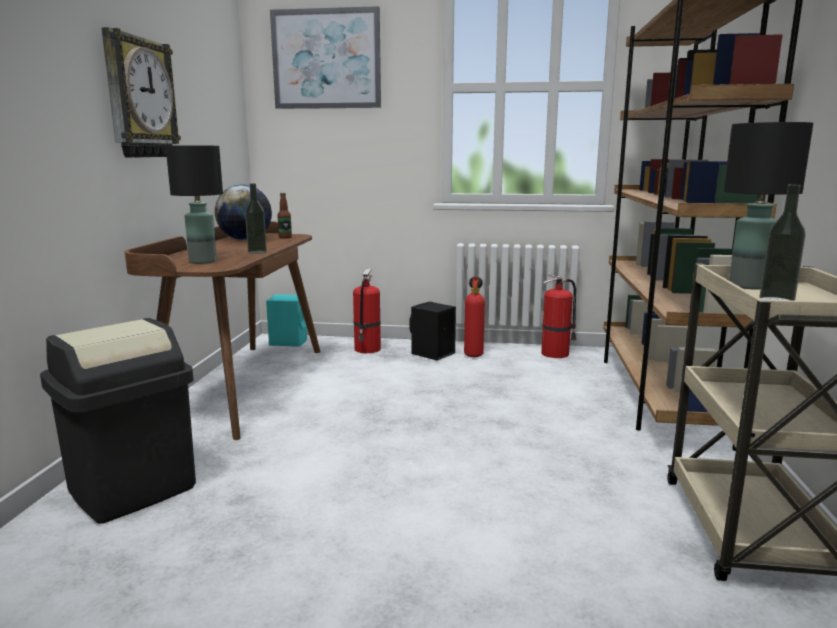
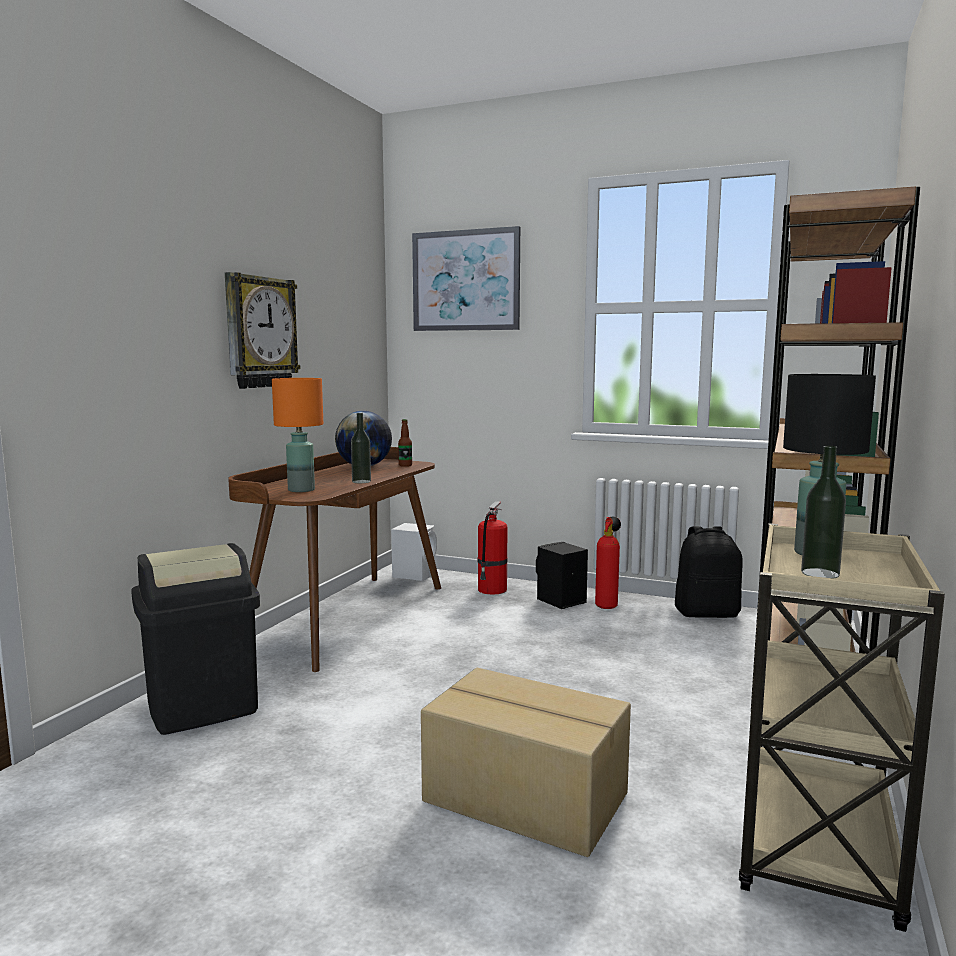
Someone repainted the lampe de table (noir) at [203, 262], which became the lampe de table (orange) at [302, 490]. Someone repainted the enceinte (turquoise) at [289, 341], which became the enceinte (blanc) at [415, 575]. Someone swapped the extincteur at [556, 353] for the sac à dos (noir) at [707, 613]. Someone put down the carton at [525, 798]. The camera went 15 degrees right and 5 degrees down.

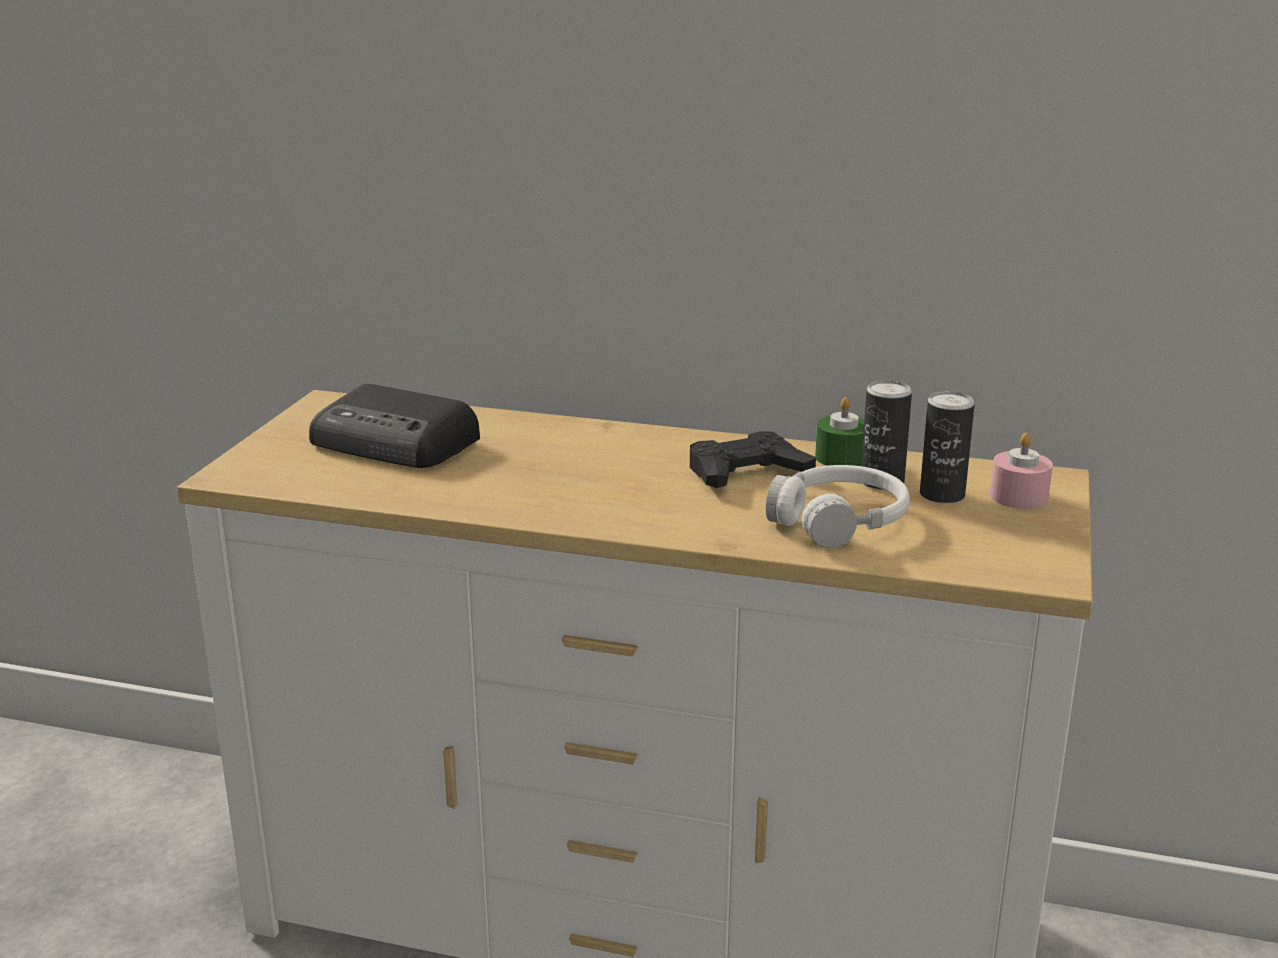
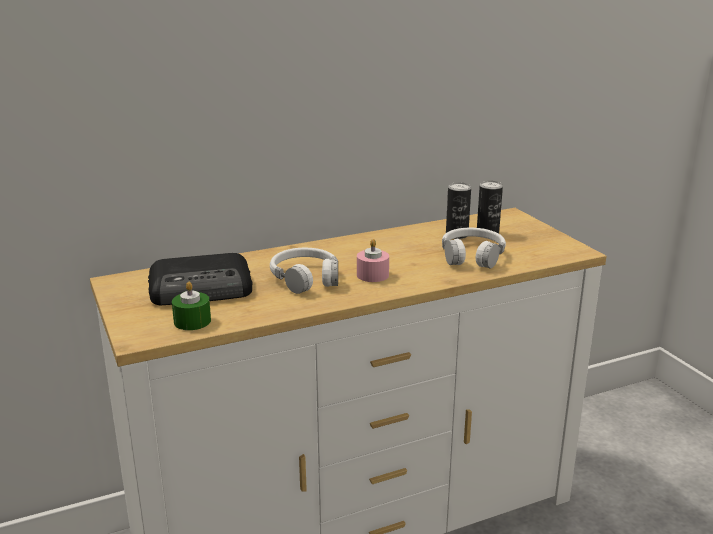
Someone took away the manette (noir) at [746, 472]. Someone carried the bougie (vert) from [841, 457] to [192, 321]. Someone carried the bougie (rose) from [1018, 496] to [372, 275]. Someone put down the casque audio (blanc) at [306, 278]. The camera went 40 degrees left and 0 degrees up.

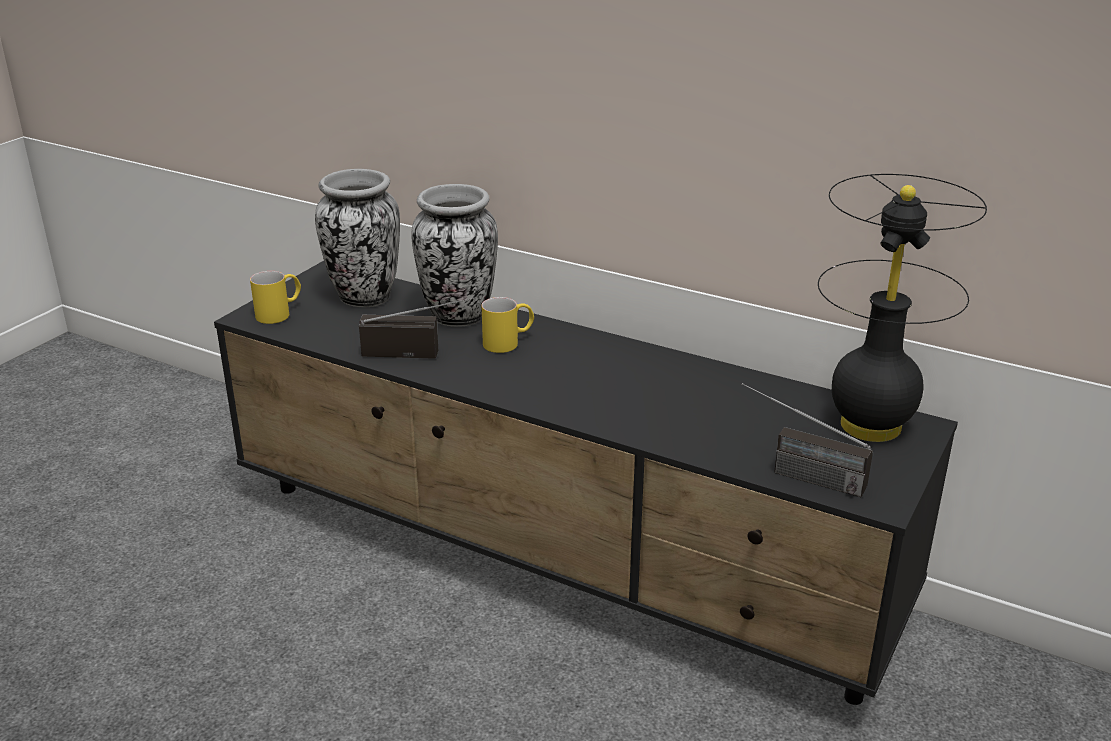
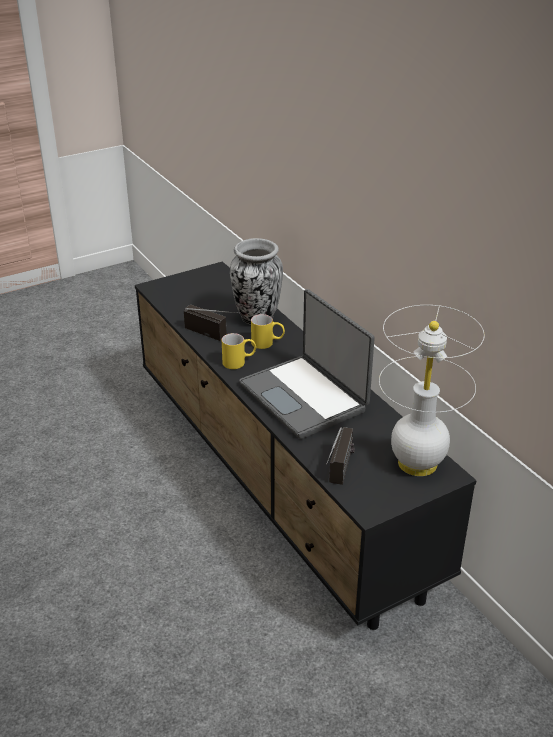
Someone carried the mug (jaune) from [280, 313] to [239, 362]. Someone took away the vase at [364, 298]. Someone rotated the radio at [796, 474] by 135 degrees counterclockwise. Someone repainted the lampe de table (noir) at [869, 426], which became the lampe de table (blanc) at [416, 463]. Someone put down the ordinateur portable at [305, 397]. The camera went 30 degrees right and 5 degrees up.

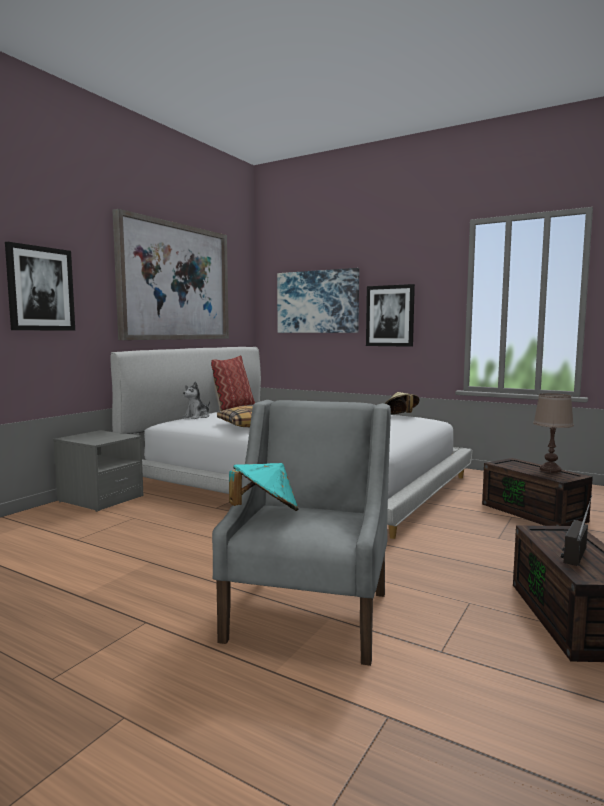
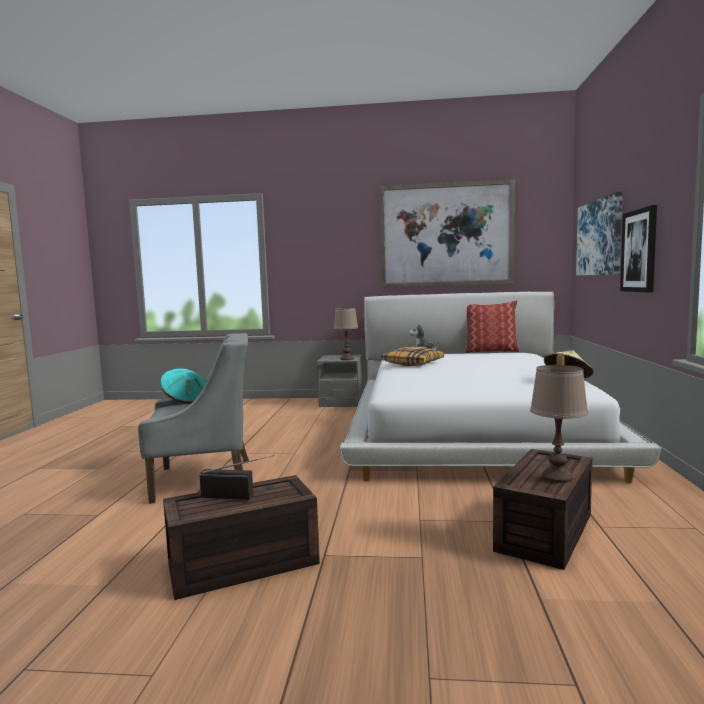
Someone took away the tableau at [40, 289]. Someone put down the lampe de table (marron) at [346, 359]. The camera went 65 degrees right and 0 degrees up.

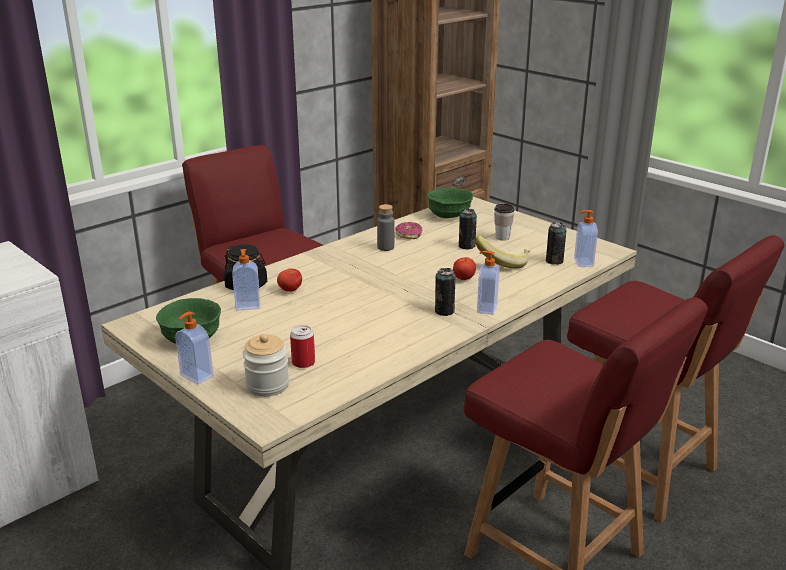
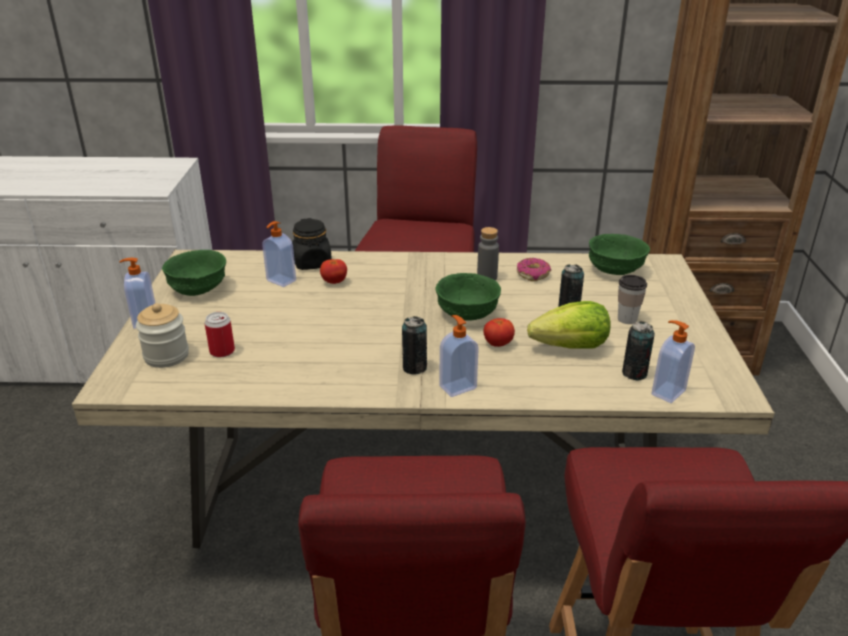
Someone swapped the banane at [503, 263] for the laitue at [571, 347]. Someone put down the bol (vert) at [466, 314]. The camera went 45 degrees right and 5 degrees up.

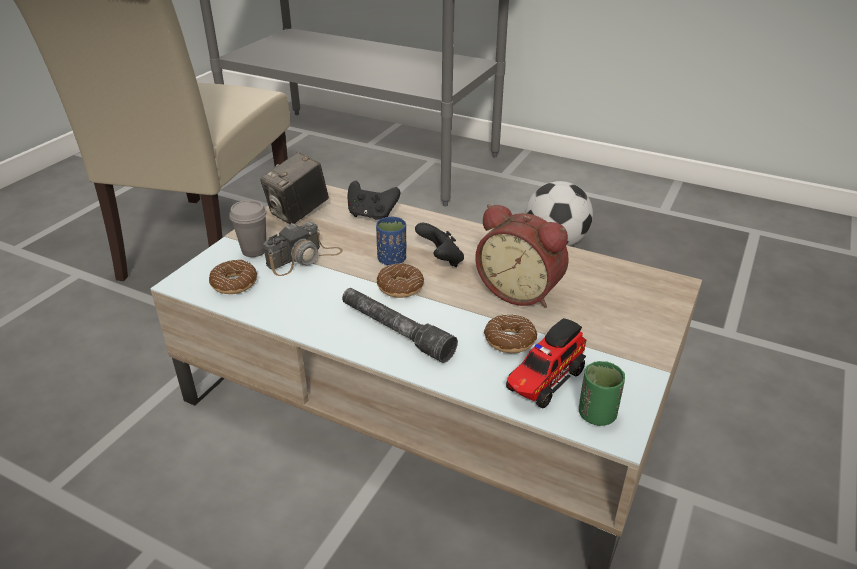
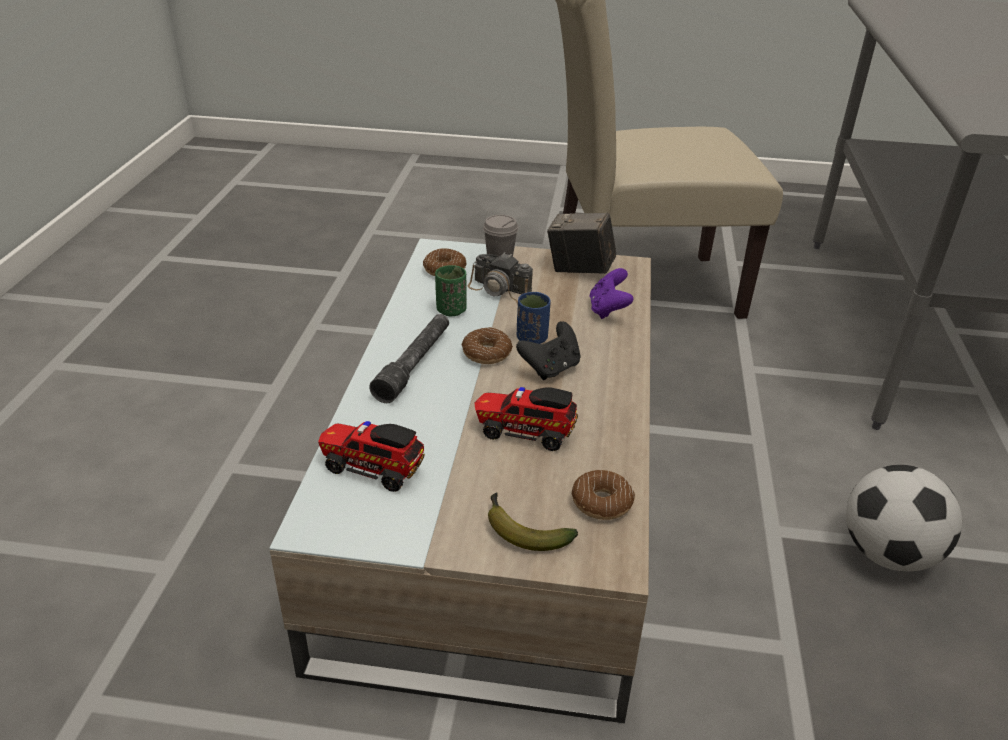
Someone repainted the manette (noir) at [372, 215], which became the manette (violet) at [608, 310]. Someone swapped the réveil at [520, 291] for the camion jouet at [523, 431]. Someone carried the beignet from [510, 340] to [601, 502]. Someone carried the tasse (vert) from [596, 415] to [451, 310]. Someone put down the banane at [523, 530]. The camera went 70 degrees right and 0 degrees up.

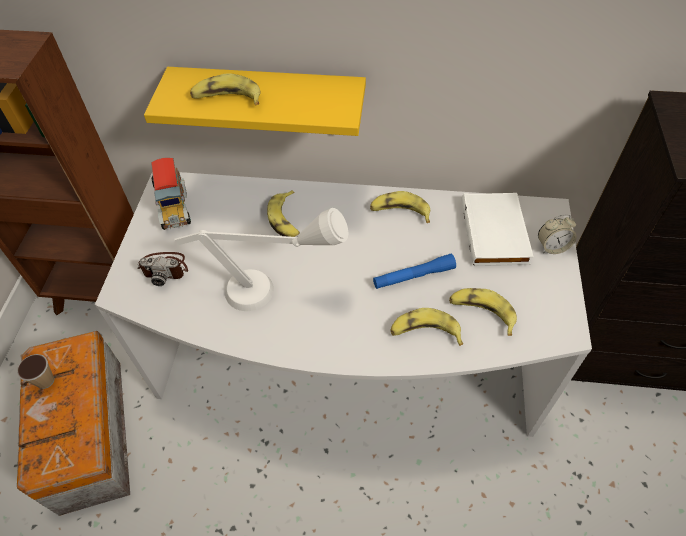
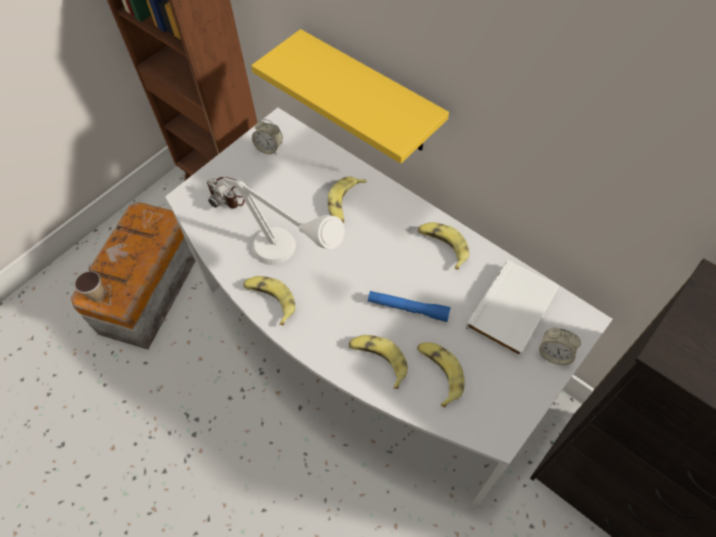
Someone carried the tasse from [46, 381] to [98, 295]. Someone swapped the camion jouet at [174, 208] for the réveil at [269, 148]. Someone carried the banane from [227, 98] to [270, 300]. The camera went 35 degrees right and 5 degrees up.

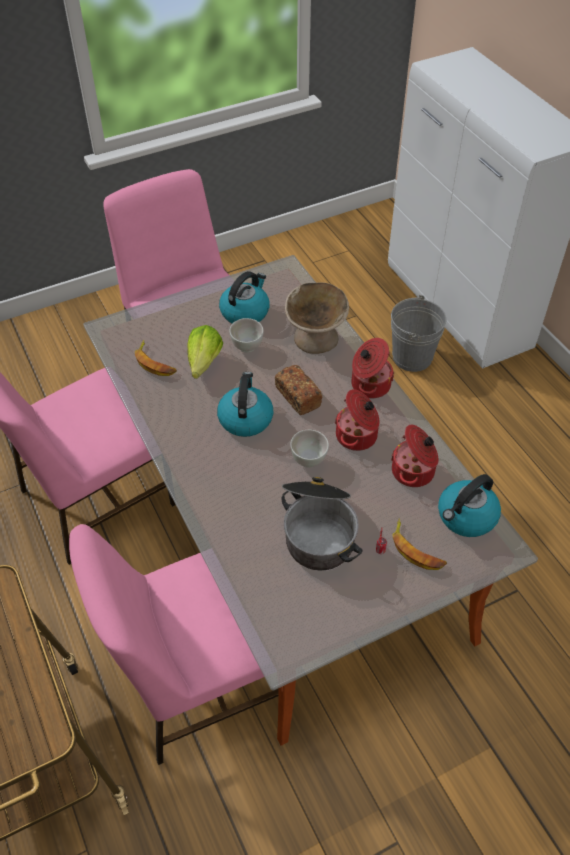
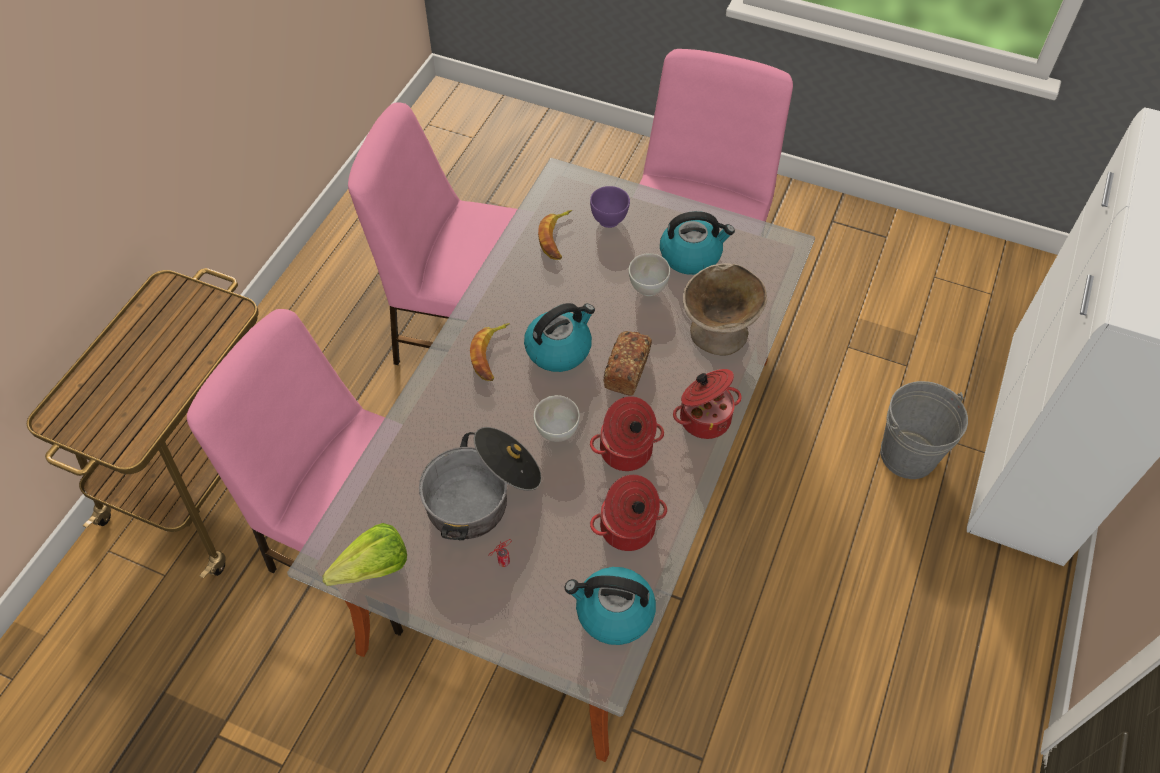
Someone carried the laitue from [201, 367] to [366, 570]. Someone carried the banane from [416, 550] to [490, 355]. Someone put down the bol (violet) at [609, 220]. The camera went 50 degrees right and 5 degrees up.

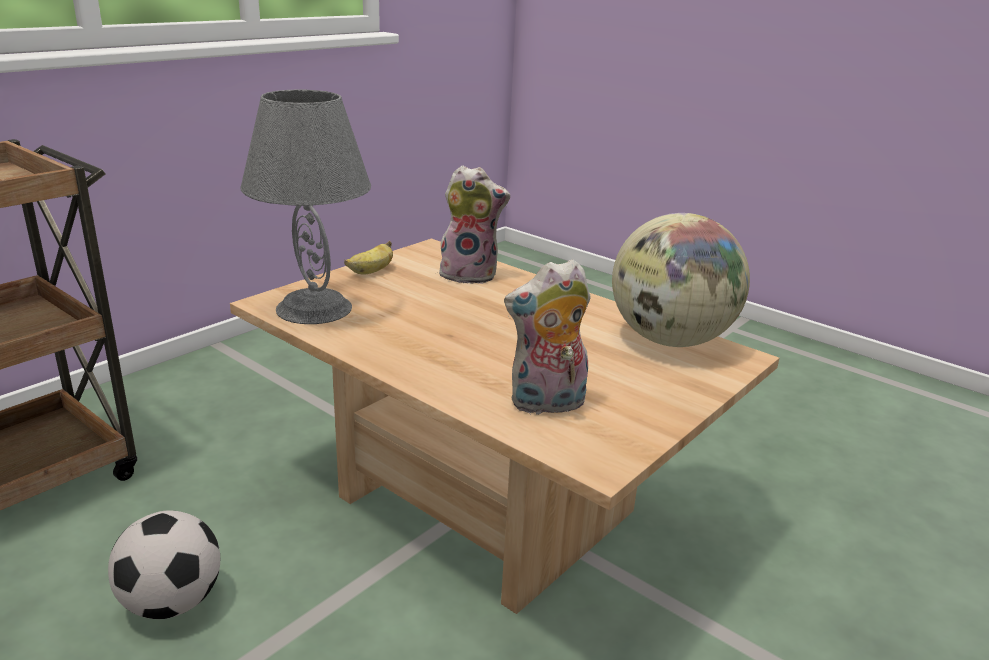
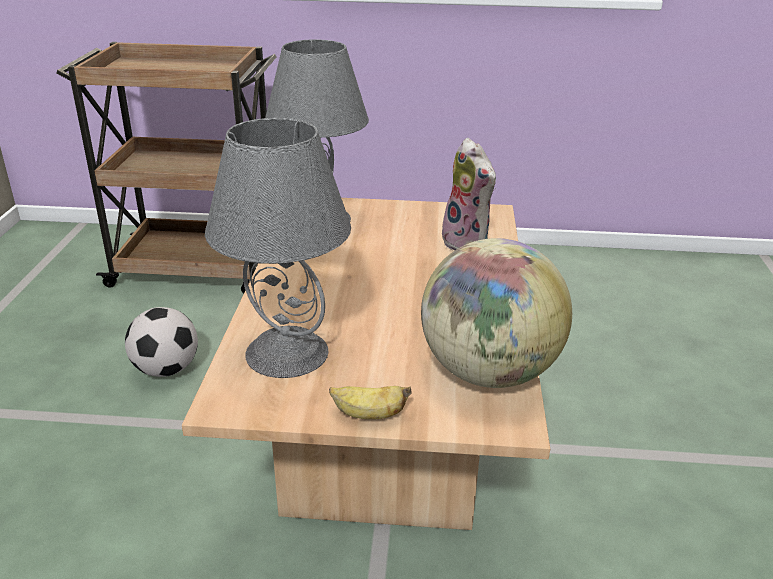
Someone carried the banane from [371, 272] to [368, 415]. Someone swapped the peluche at [547, 405] for the lampe de table (gris) at [288, 352]. The camera went 55 degrees right and 5 degrees up.

